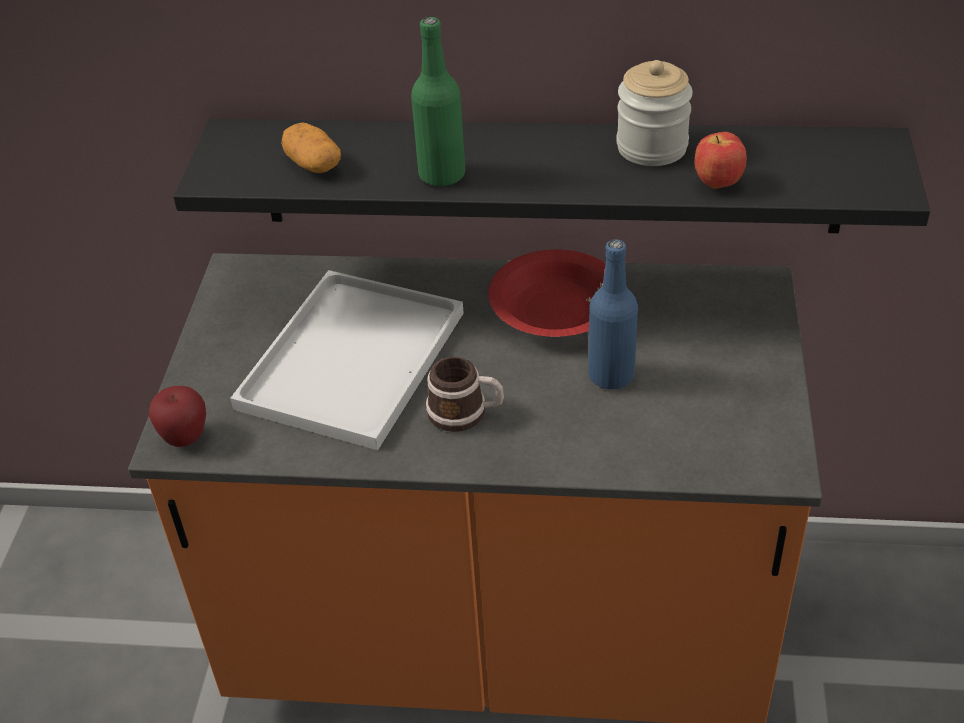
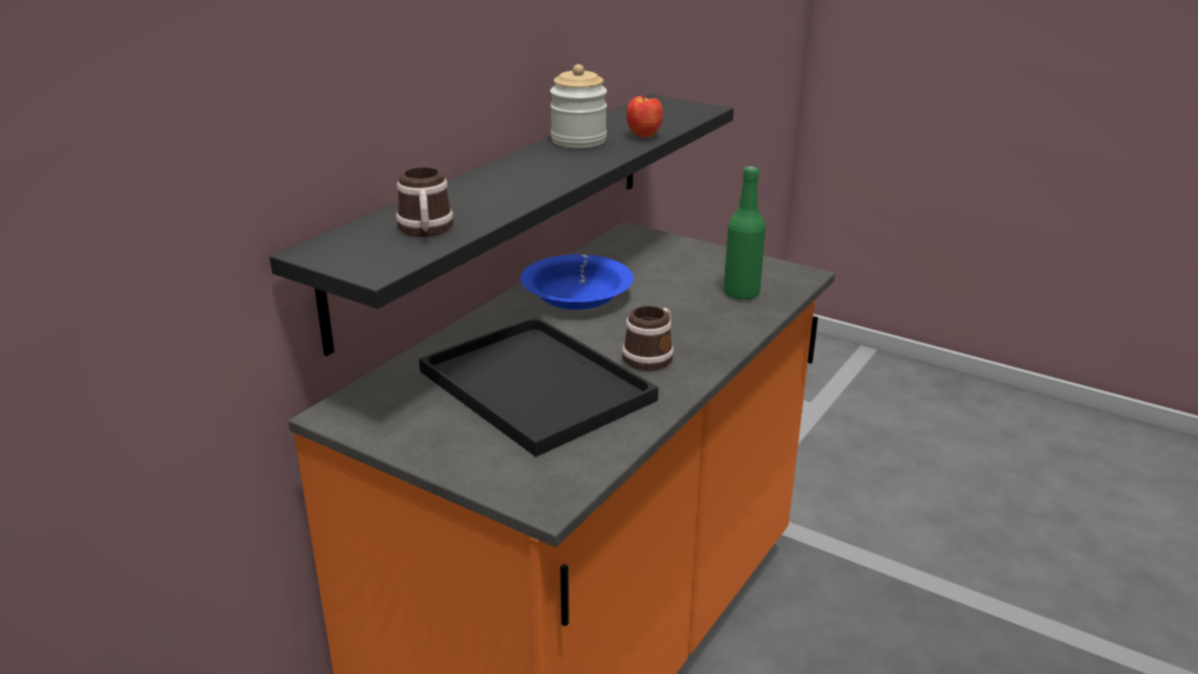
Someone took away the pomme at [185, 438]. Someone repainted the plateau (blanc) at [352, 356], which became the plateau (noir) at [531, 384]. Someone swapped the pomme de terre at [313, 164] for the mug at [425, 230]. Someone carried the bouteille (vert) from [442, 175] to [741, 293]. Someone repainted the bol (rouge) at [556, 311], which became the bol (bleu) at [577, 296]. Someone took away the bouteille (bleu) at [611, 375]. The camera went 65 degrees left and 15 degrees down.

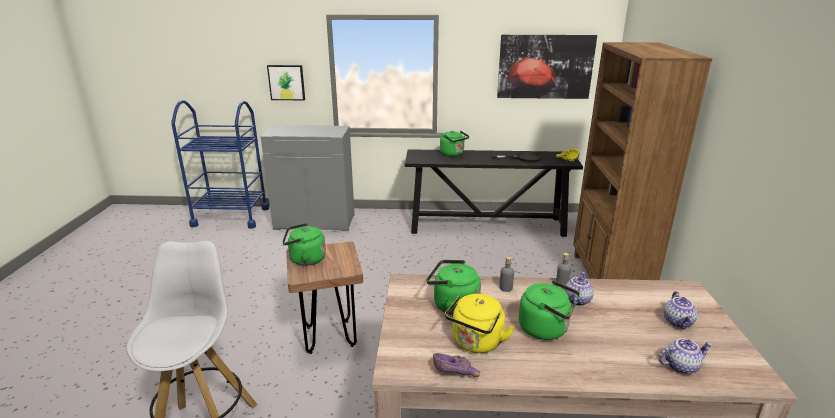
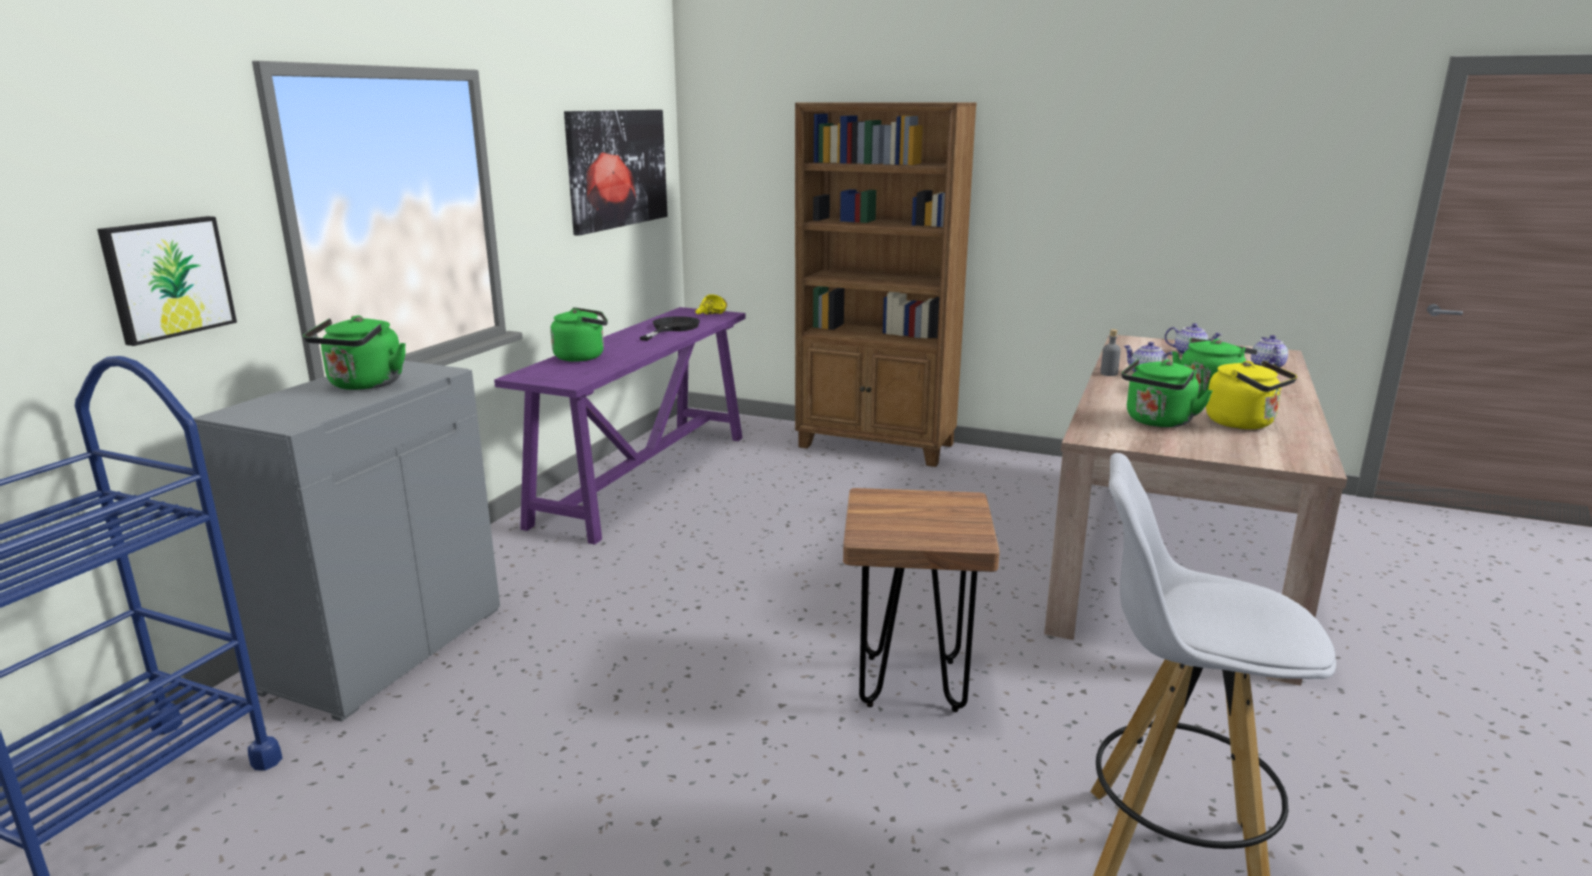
Someone carried the bouilloire (vert) from [305, 259] to [364, 385]. Someone repainted the table console (noir) at [487, 226], which became the table console (violet) at [645, 478]. Someone took away the bol (violet) at [456, 372]. Someone took away the bouteille (gris) at [506, 288]. The camera went 70 degrees left and 5 degrees down.

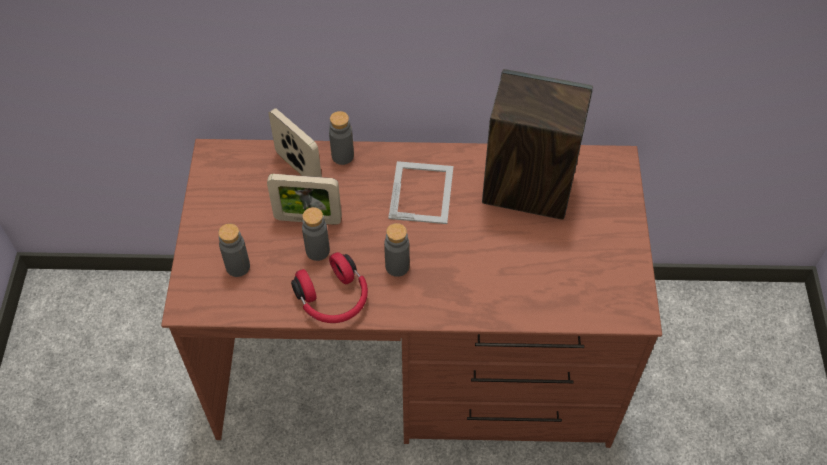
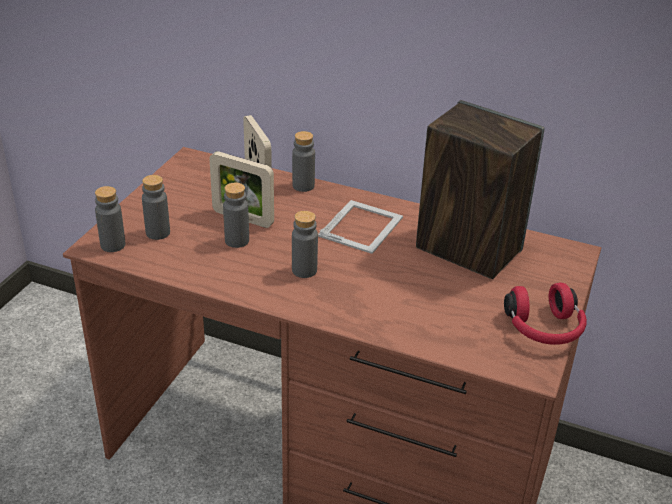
Someone carried the casque audio (rouge) from [333, 299] to [544, 329]. Someone put down the bouteille (gris) at [113, 245]. The camera went 20 degrees right and 20 degrees down.

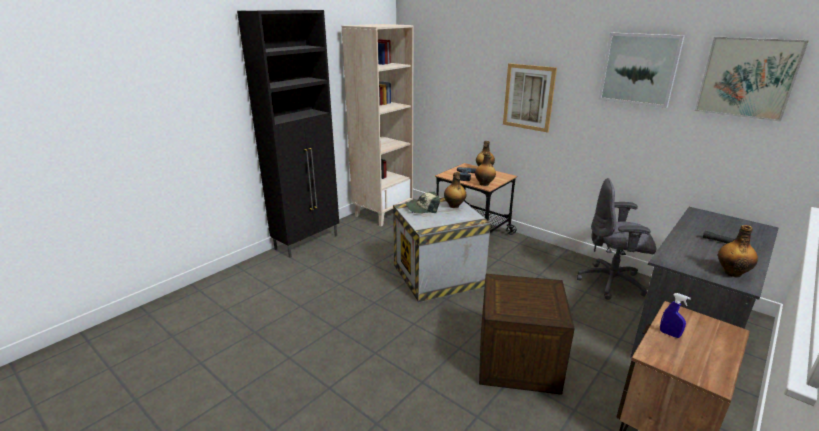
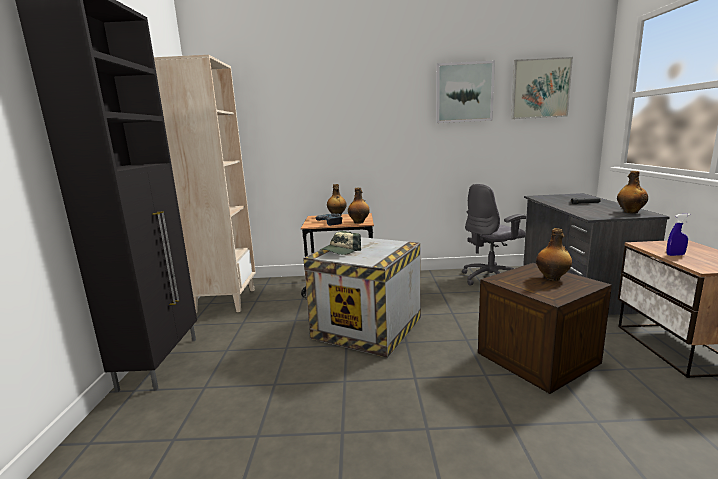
Someone carried the bouteille from [454, 206] to [552, 278]. Someone took away the tableau at [528, 97]. The camera went 40 degrees left and 10 degrees down.

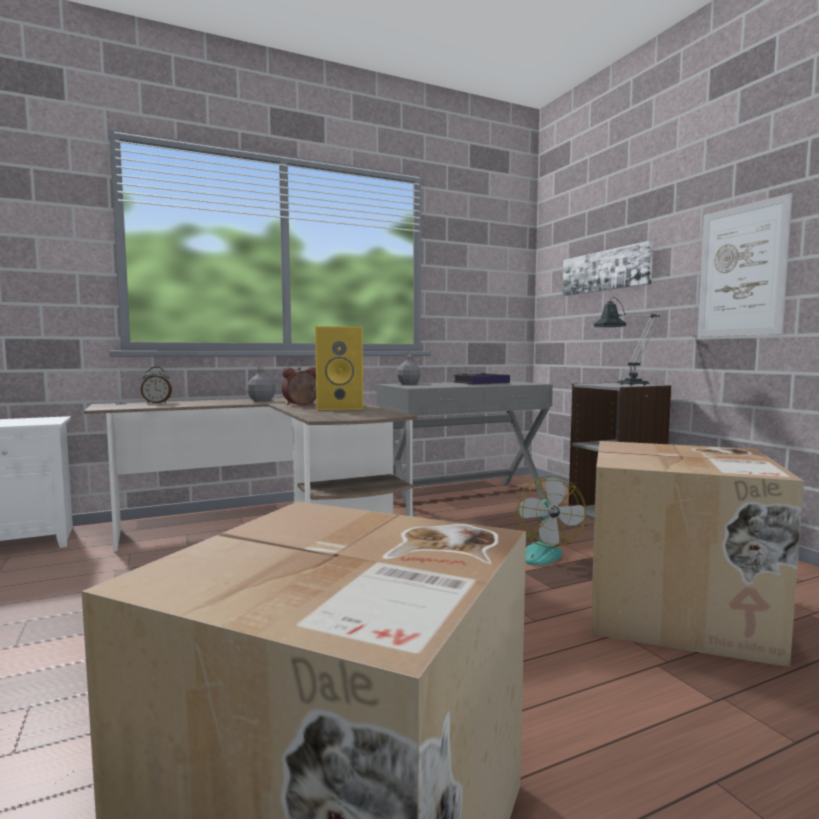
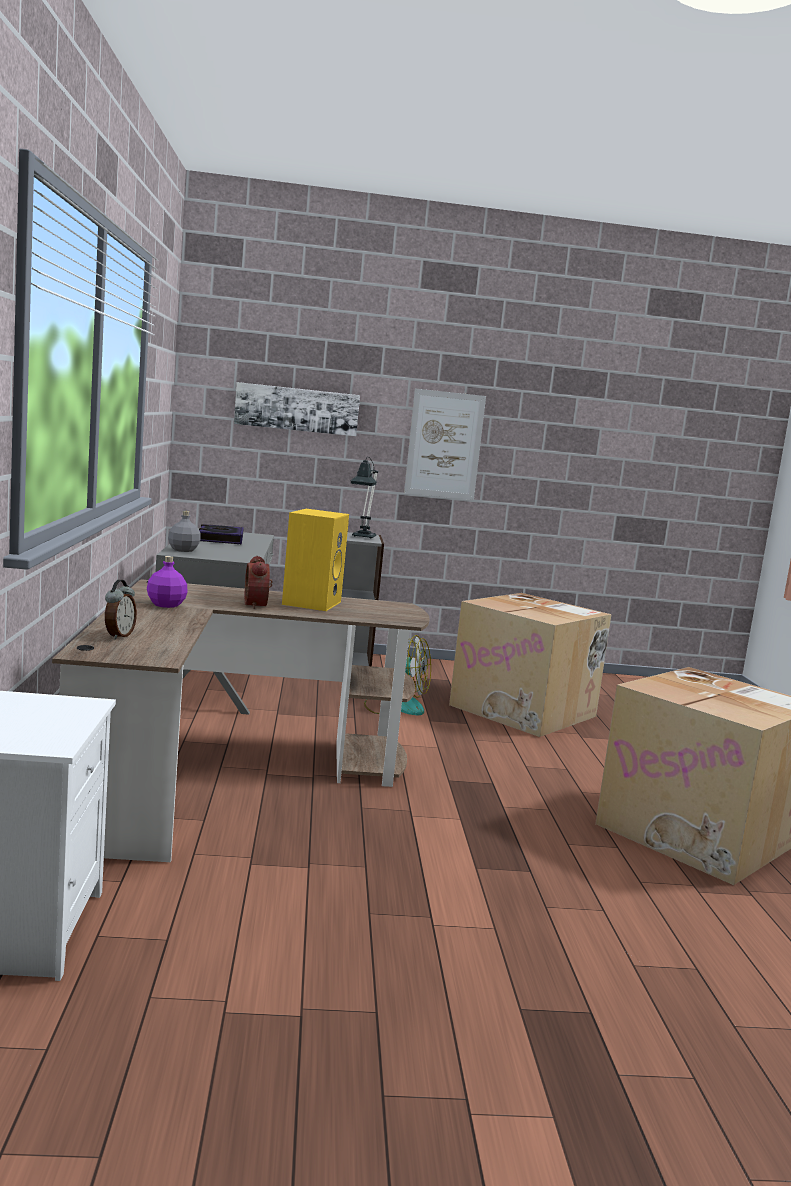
Someone repainted the bouteille (gris) at [261, 400], which became the bouteille (violet) at [165, 605]. The camera went 70 degrees left and 5 degrees up.

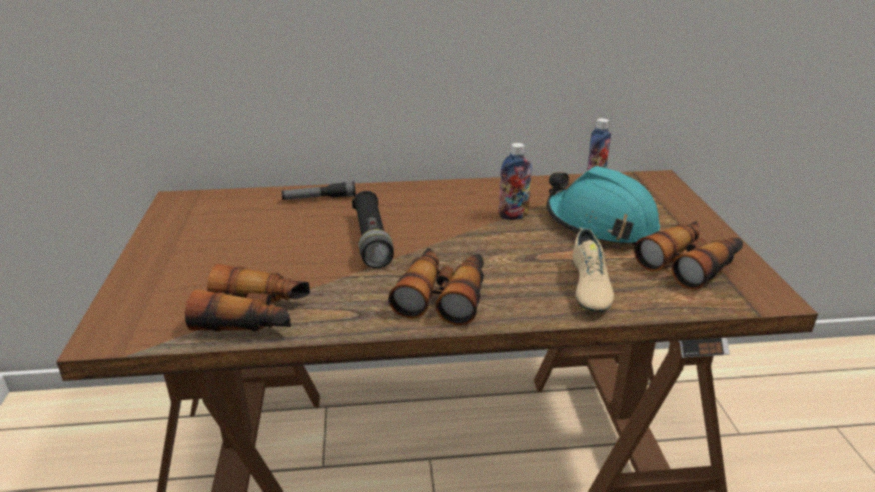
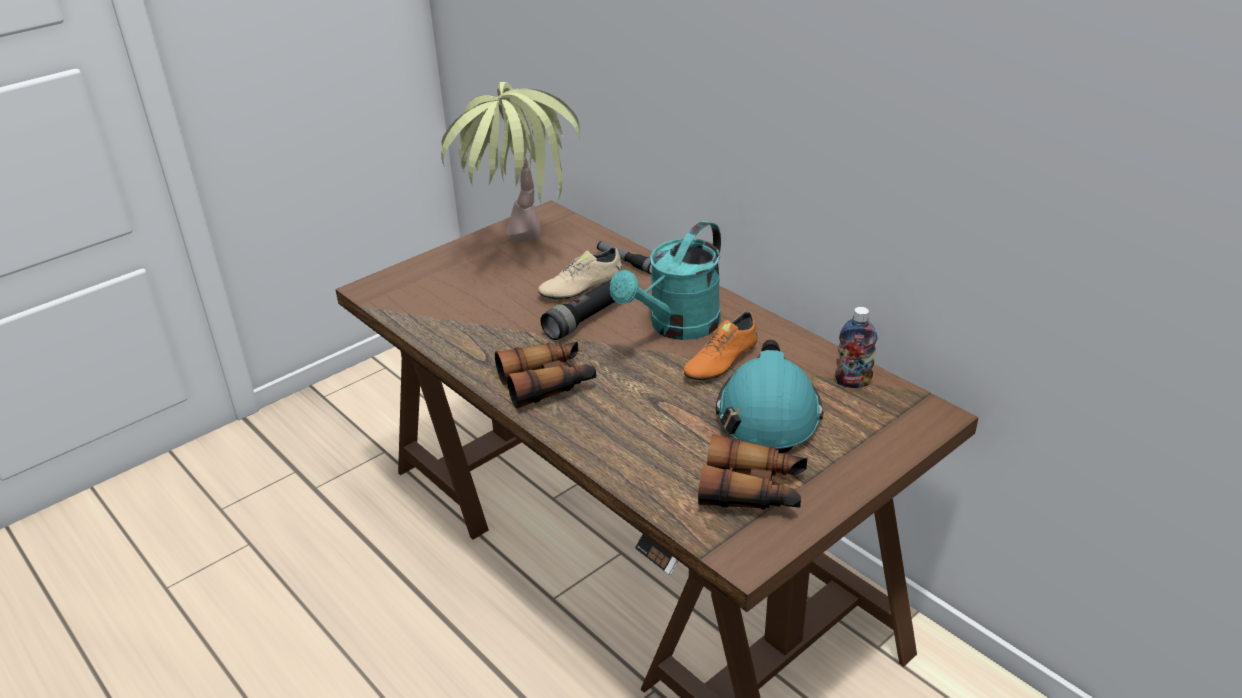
Someone took away the jumelles at [255, 316]. Someone swapped the bouteille at [513, 216] for the chaussure (orange) at [721, 362]. Someone carried the chaussure (beige) from [588, 287] to [581, 288]. Someone put down the plante en pot at [519, 258]. Someone put down the arrosoir (turquoise) at [676, 327]. The camera went 55 degrees right and 5 degrees up.

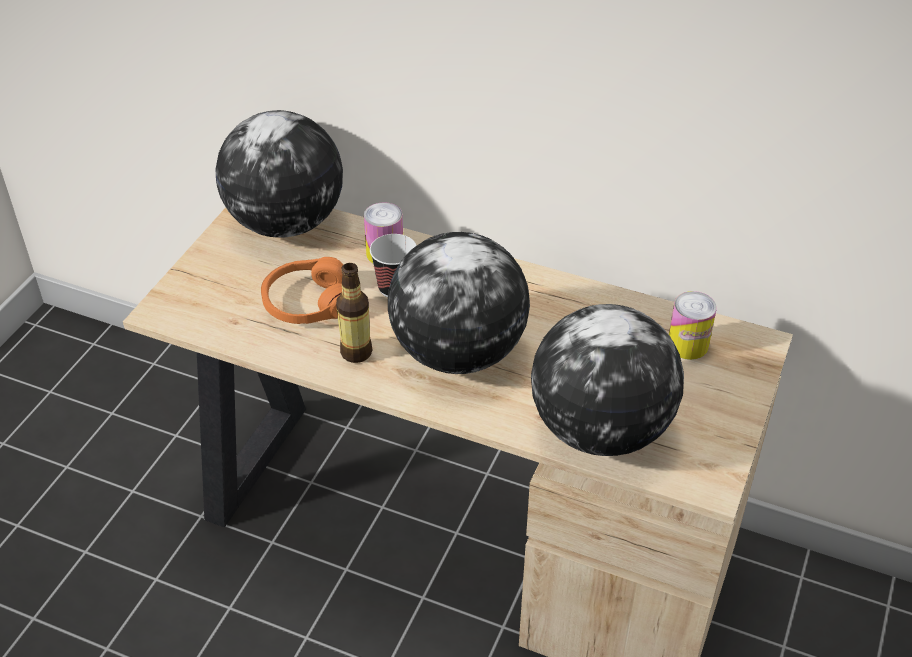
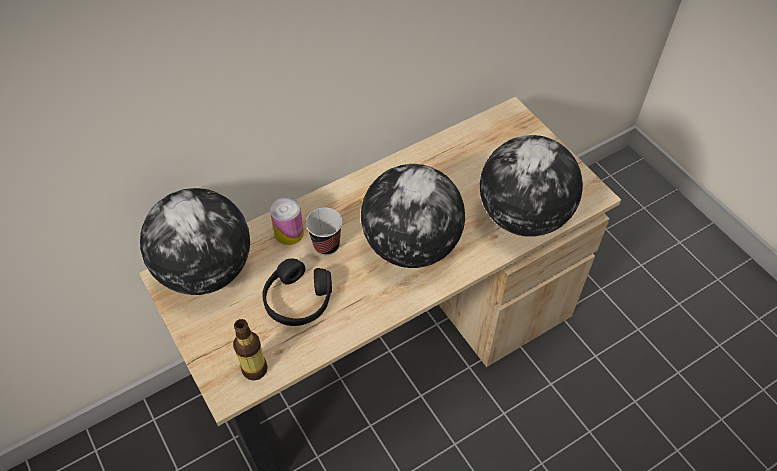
Someone repainted the casque audio (orange) at [307, 302], which became the casque audio (noir) at [298, 300]. Someone carried the bouteille from [356, 352] to [254, 369]. Someone took away the boîte métallique at [687, 345]. The camera went 55 degrees left and 10 degrees up.

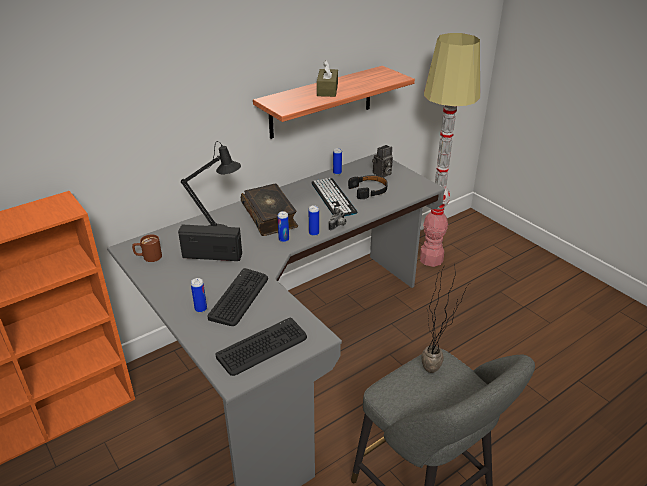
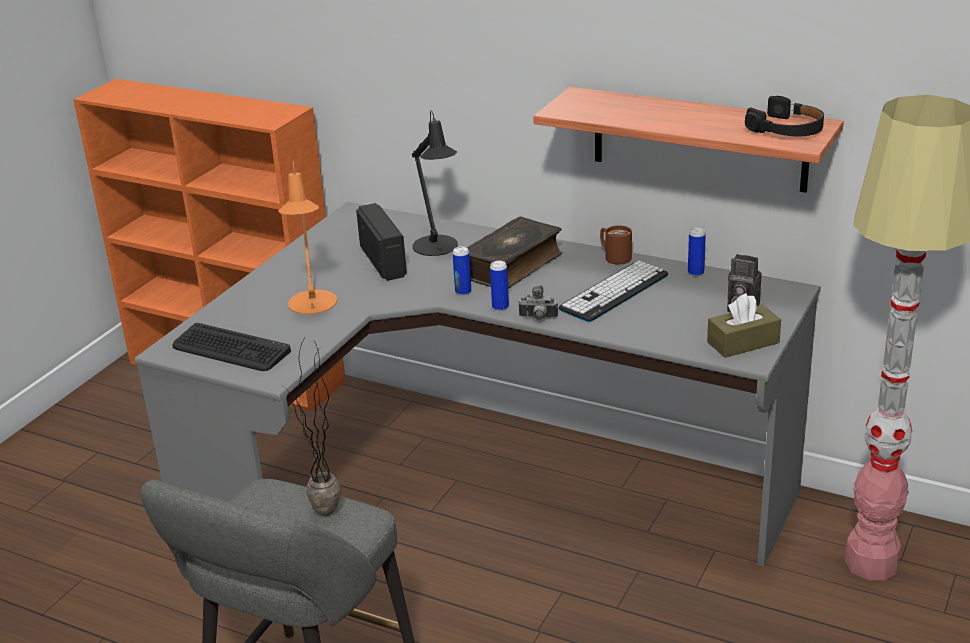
Someone carried the mug (marron) from [148, 257] to [614, 256]. Someone took away the boîte métallique at [201, 309]. Someone swapped the clavier at [239, 297] for the lampe de table (orange) at [312, 306]. Someone carried the boîte à mouchoirs (marron) from [327, 90] to [743, 343]. Someone carried the casque audio (noir) from [369, 190] to [787, 129]. The camera went 65 degrees right and 5 degrees down.

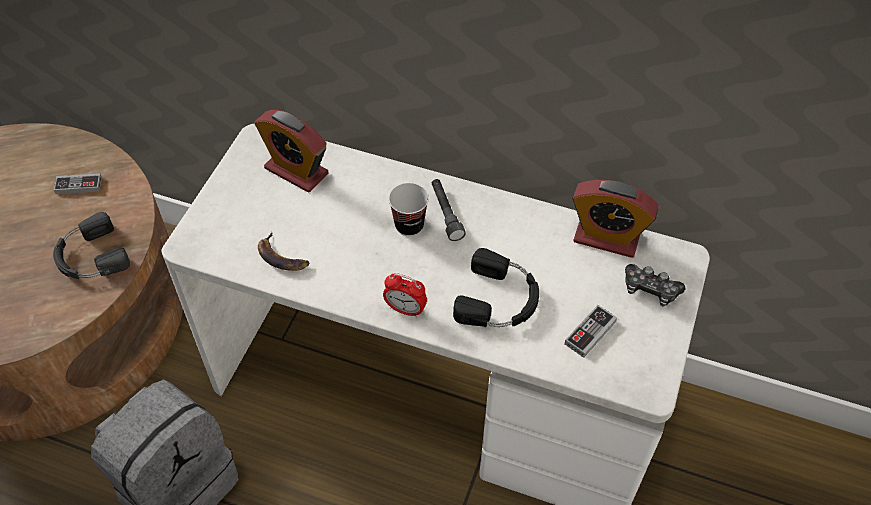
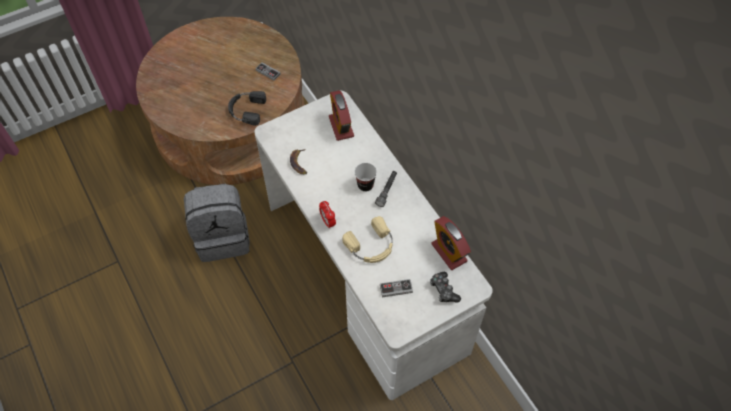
Someone repainted the casque audio (noir) at [499, 299], which became the casque audio (beige) at [371, 246]. The camera went 40 degrees right and 5 degrees up.

